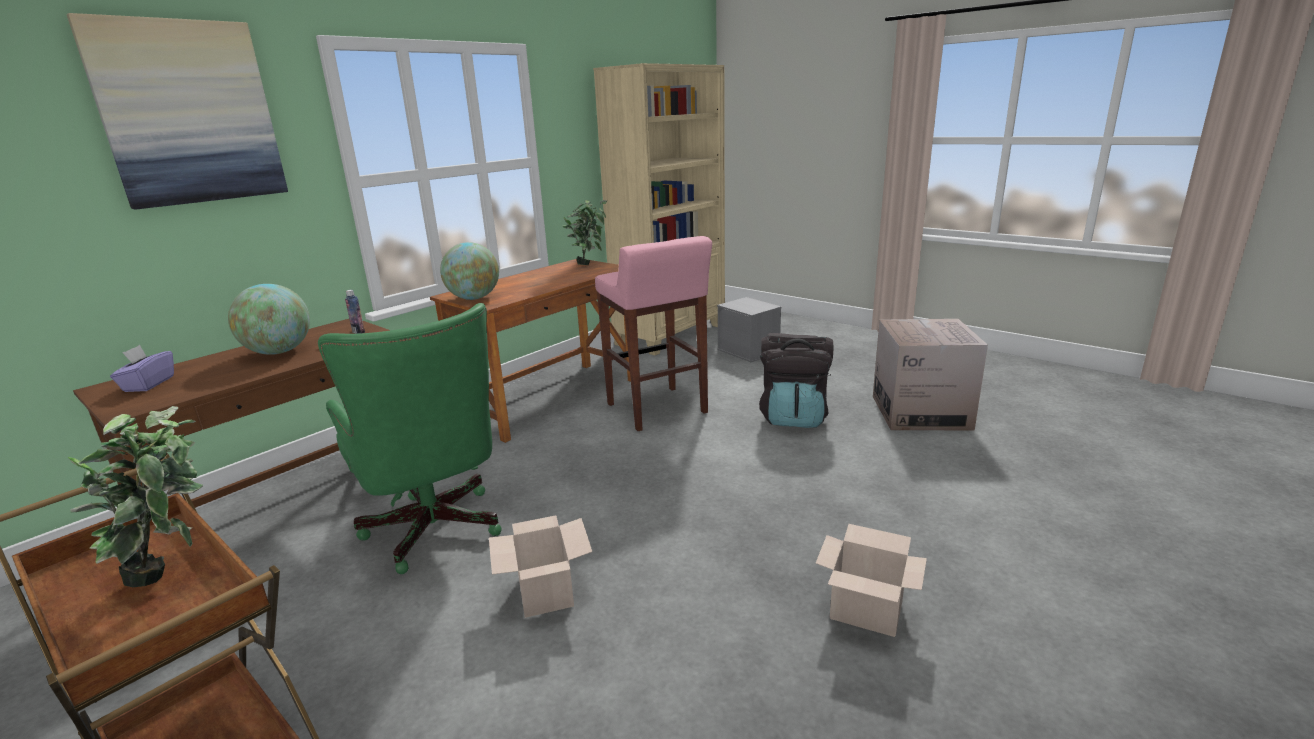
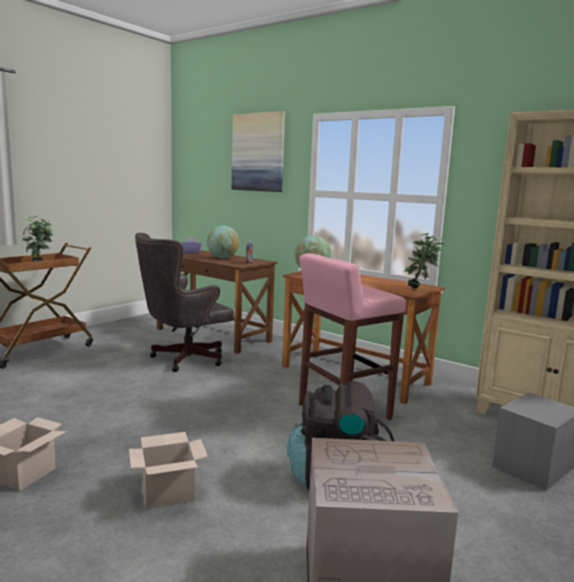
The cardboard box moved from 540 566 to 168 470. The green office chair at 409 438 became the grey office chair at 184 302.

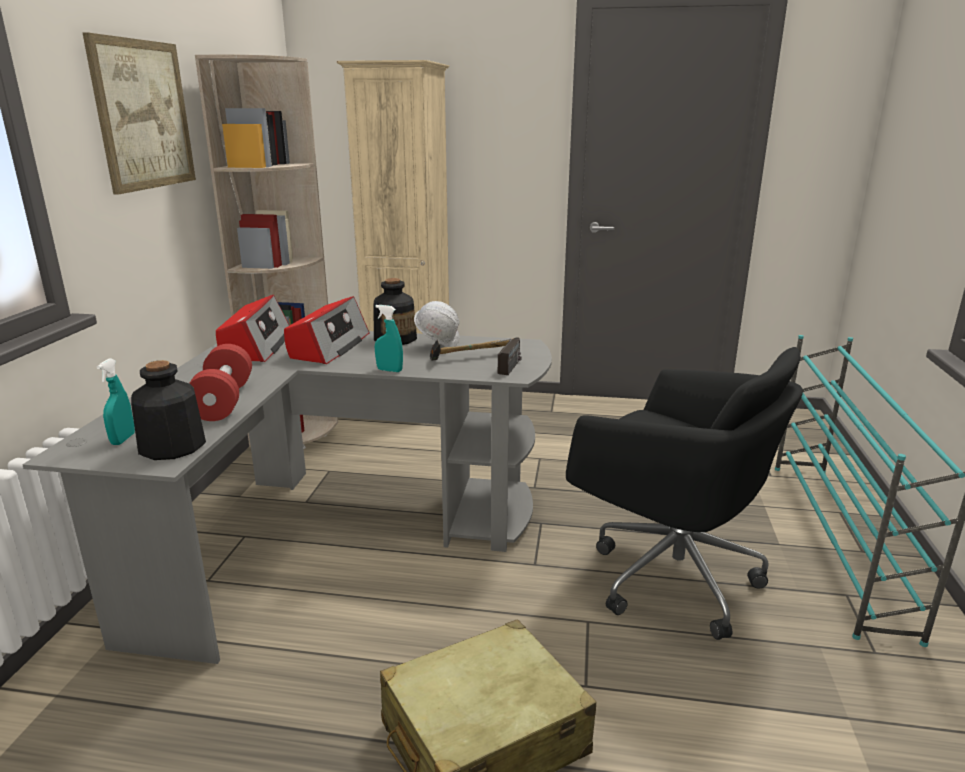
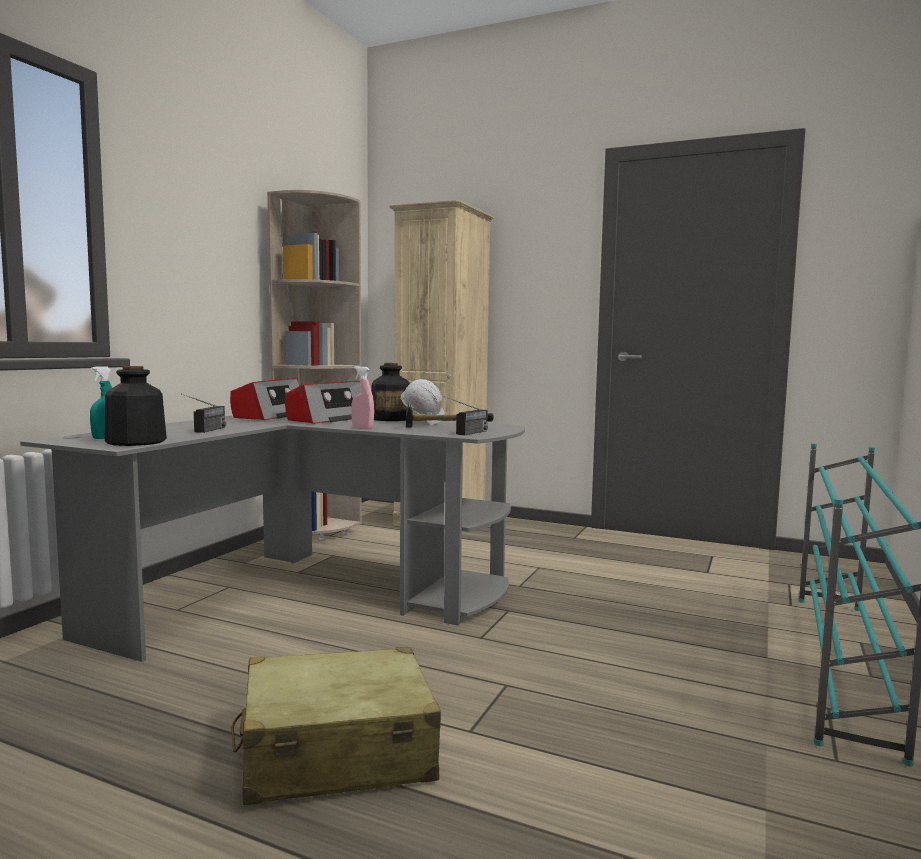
The red dumbbell at 221 382 was replaced by the radio at 203 413. The turquoise spray bottle at 389 338 became the pink spray bottle at 362 398. The picture at 139 113 disappeared. The black office chair at 684 493 disappeared.

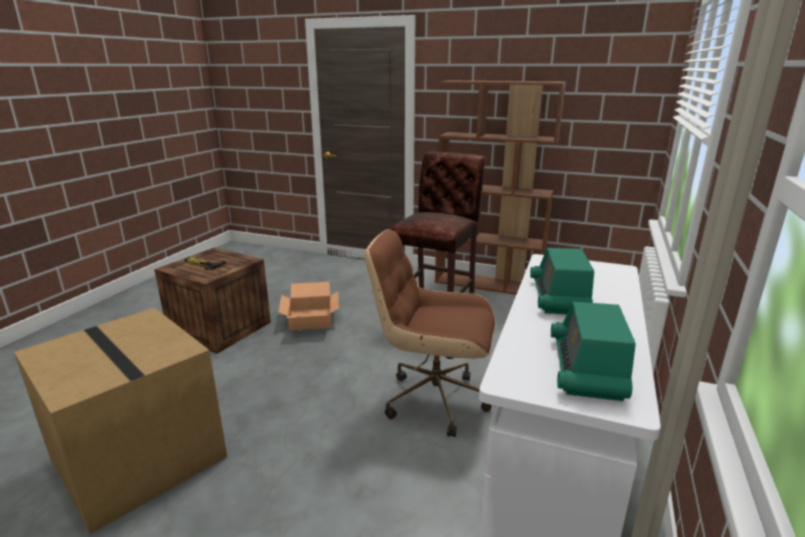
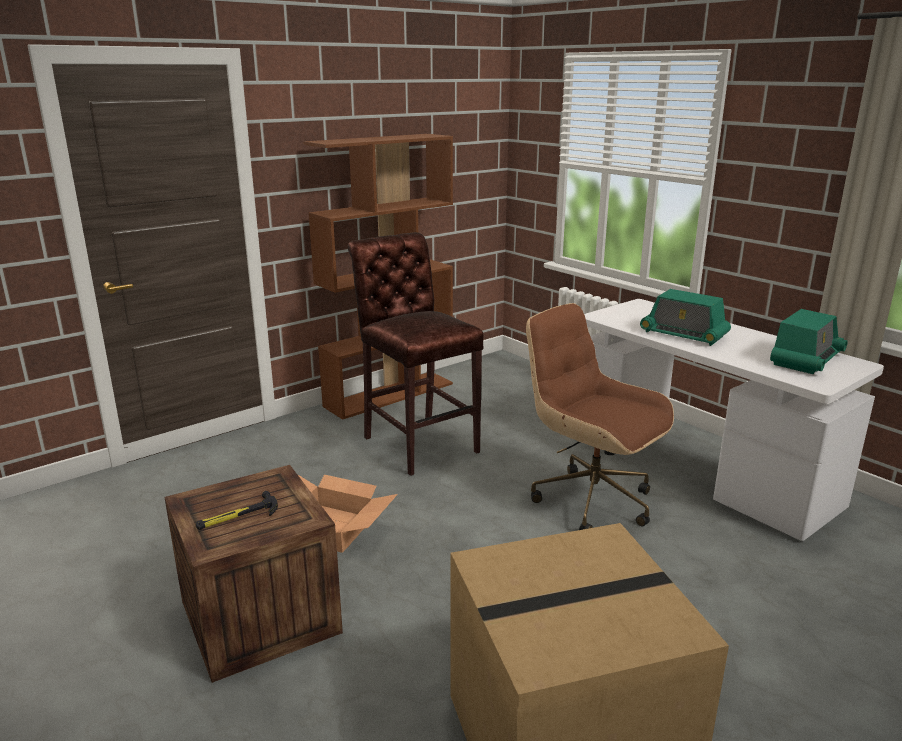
The brown office chair at 430 333 turned 90 degrees clockwise. The radio at 593 351 turned 90 degrees counterclockwise.

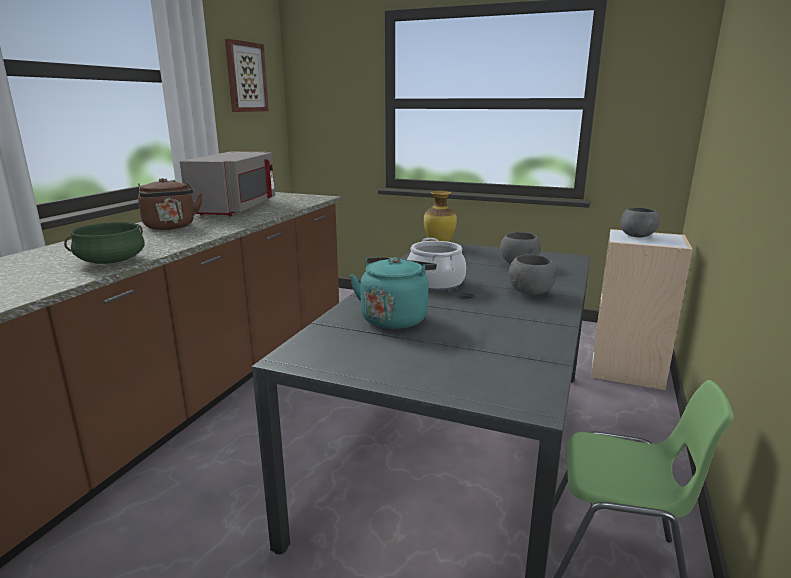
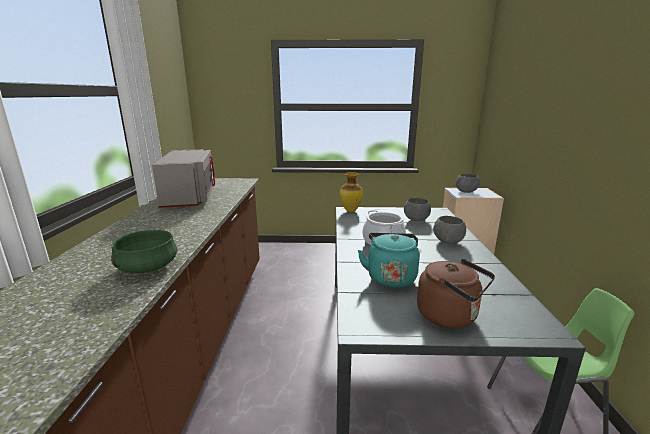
The brown kettle moved from 170 204 to 456 294. The picture at 247 75 disappeared.

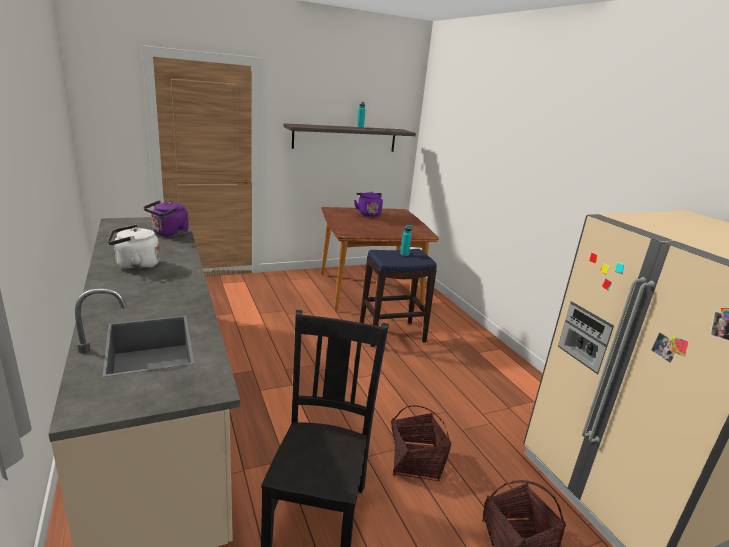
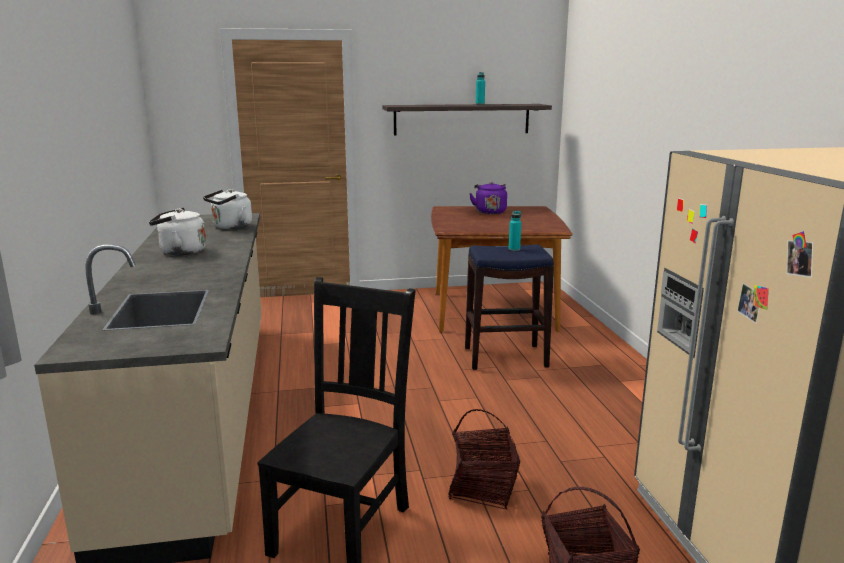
The purple kettle at 166 218 became the white kettle at 227 209.

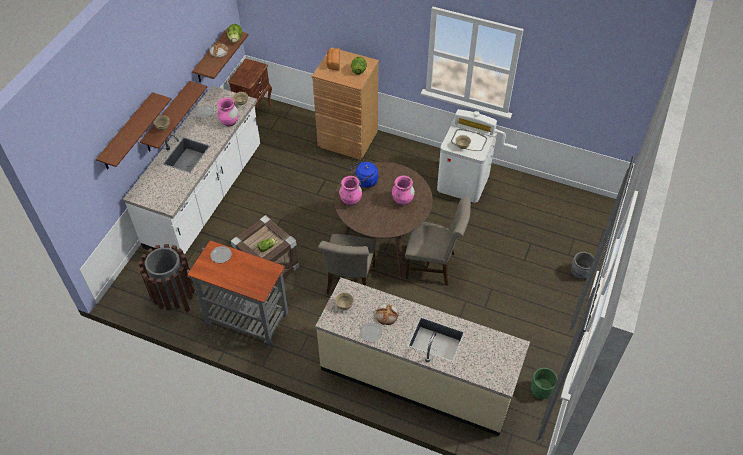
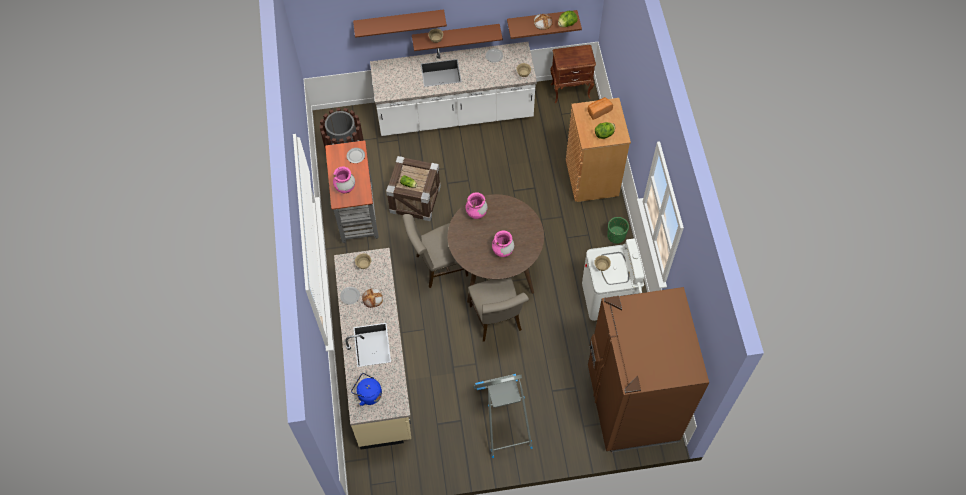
The pink vase moved from 228 112 to 344 180. The blue kettle moved from 364 174 to 366 389. The grey step ladder at 503 416 appeared. The brown fridge at 648 369 appeared. The green planter moved from 544 383 to 618 230. The grey planter at 582 265 disappeared.

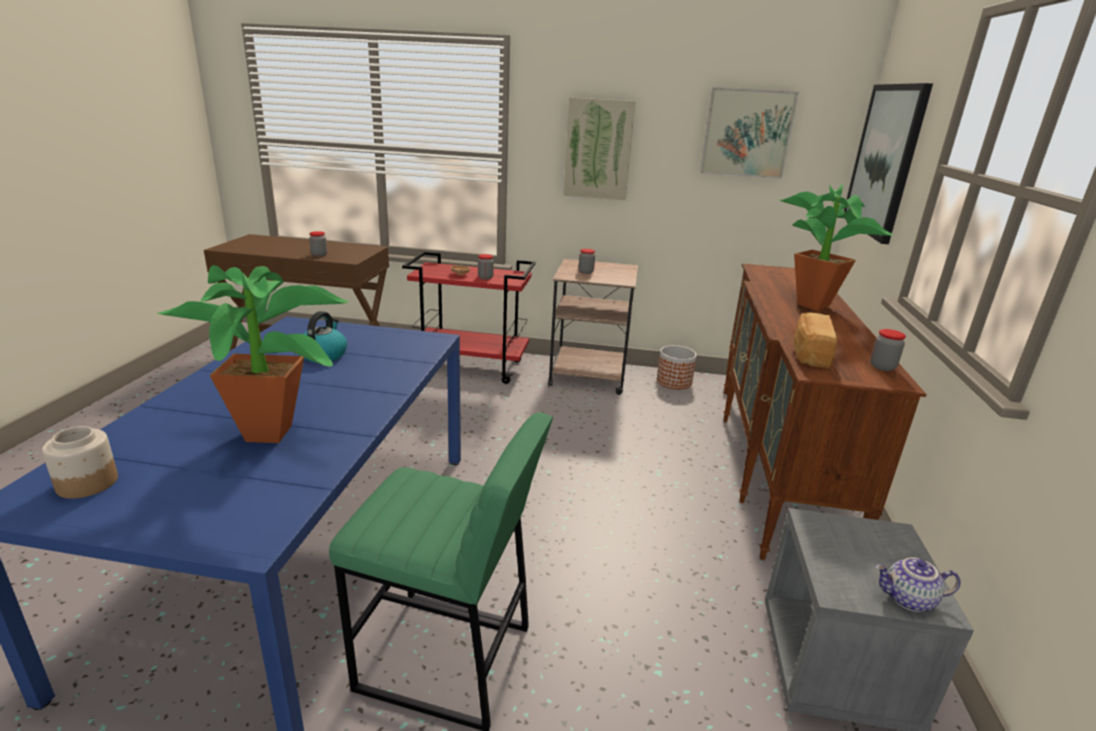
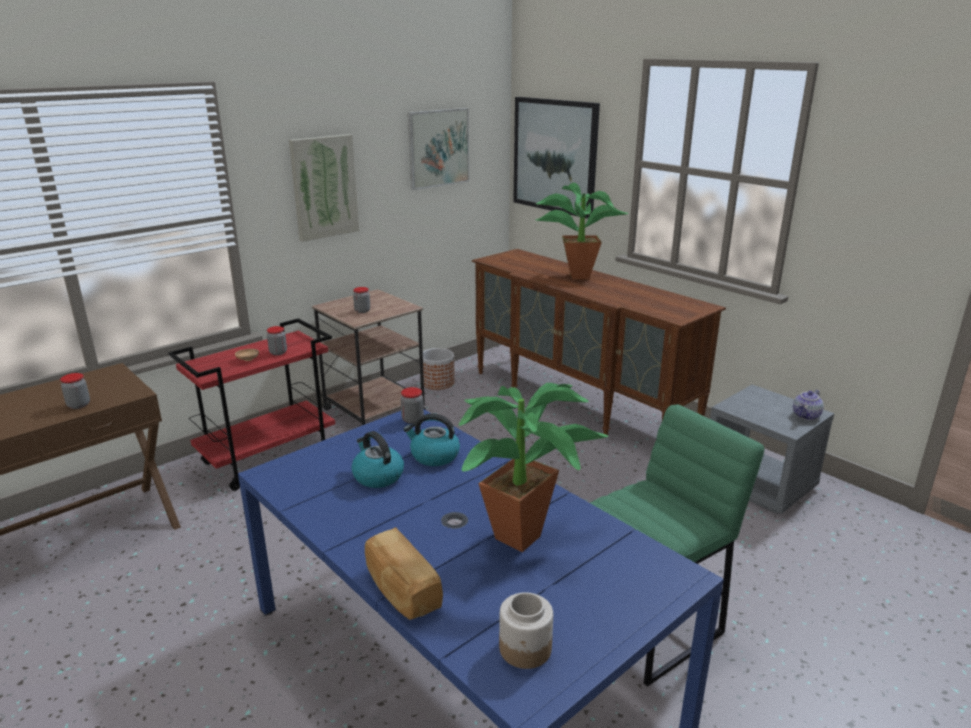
The bread moved from 815 340 to 404 573. The jar moved from 888 350 to 412 405. The kettle at 432 439 appeared.

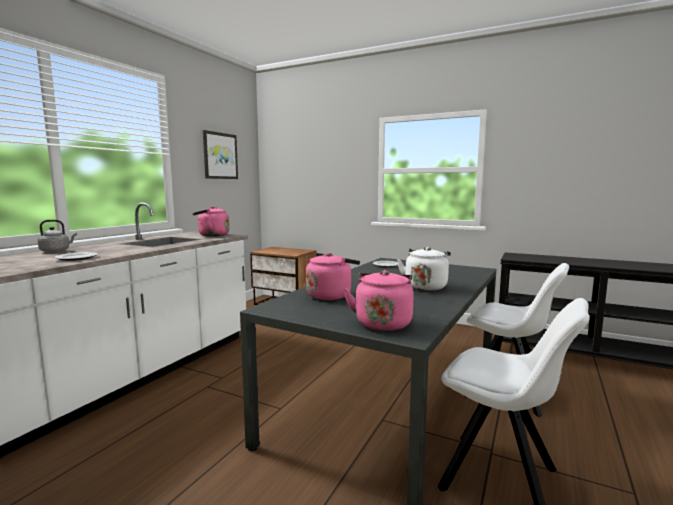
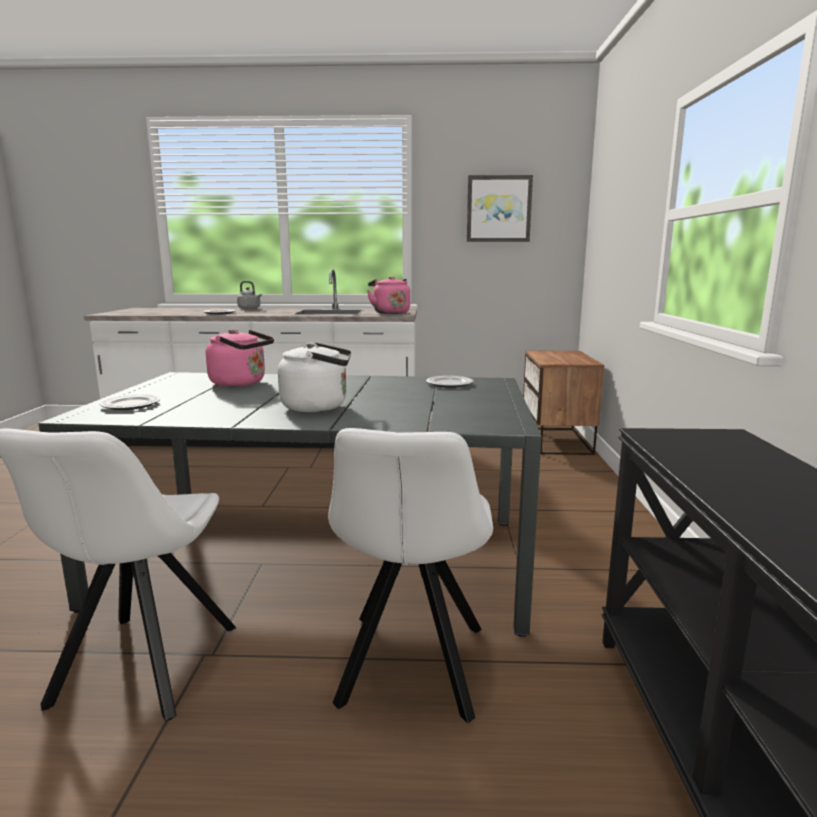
The pink kettle at 378 300 was replaced by the plate at 130 402.

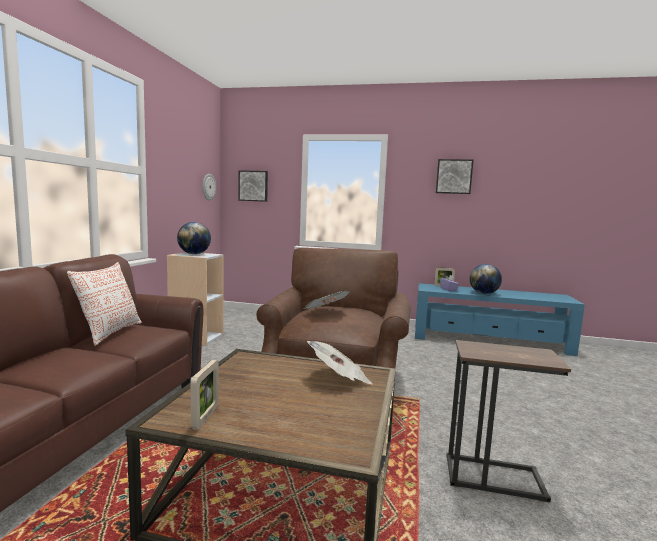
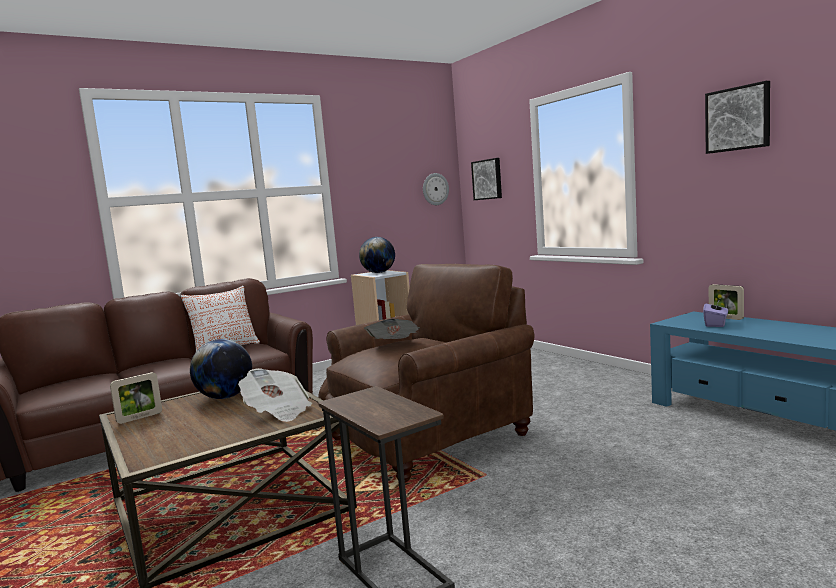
The globe moved from 486 279 to 221 369.

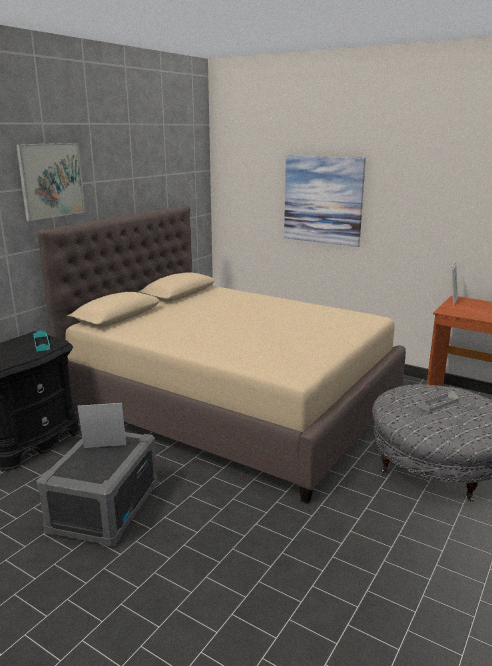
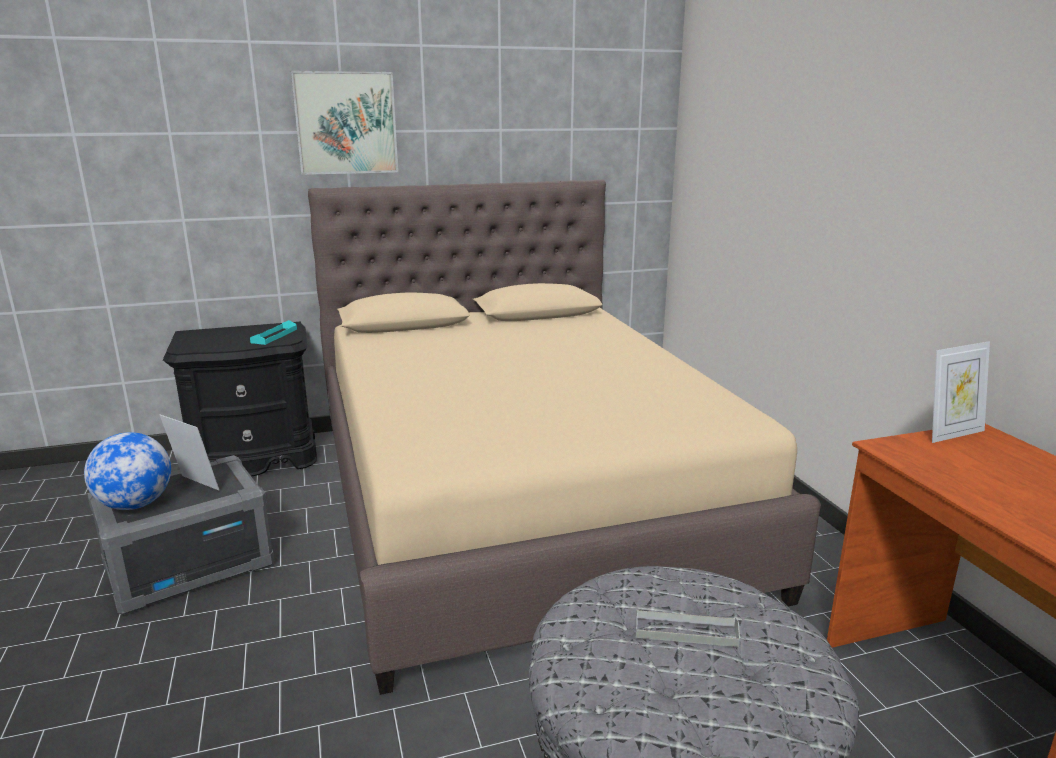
The globe at 127 471 appeared. The picture at 325 201 disappeared.

